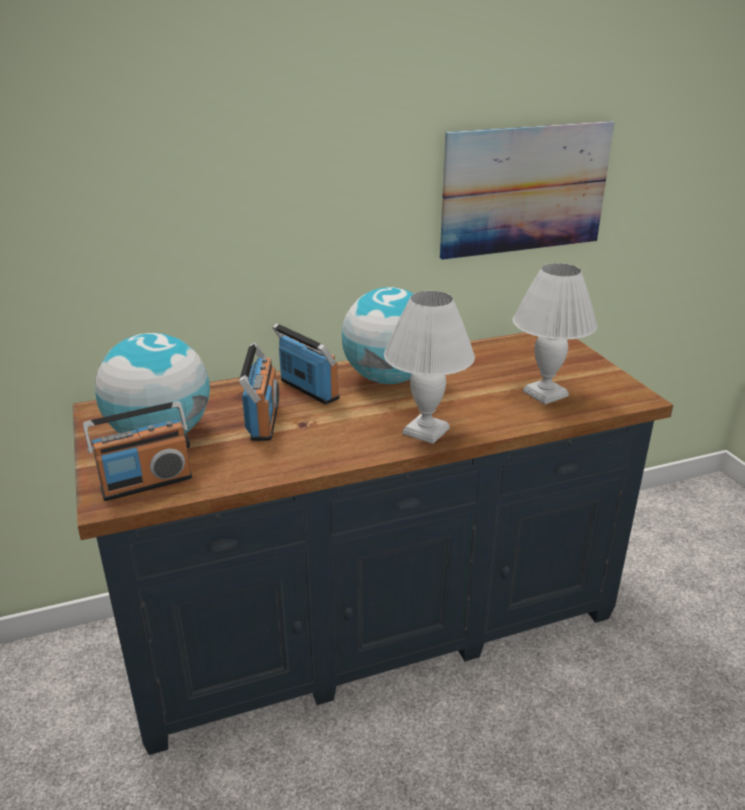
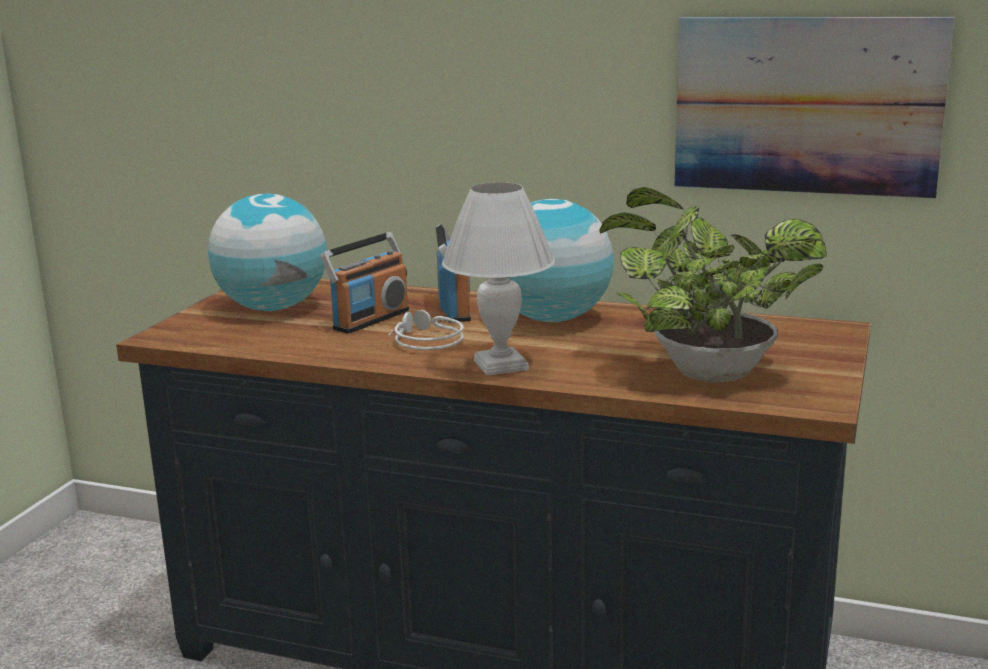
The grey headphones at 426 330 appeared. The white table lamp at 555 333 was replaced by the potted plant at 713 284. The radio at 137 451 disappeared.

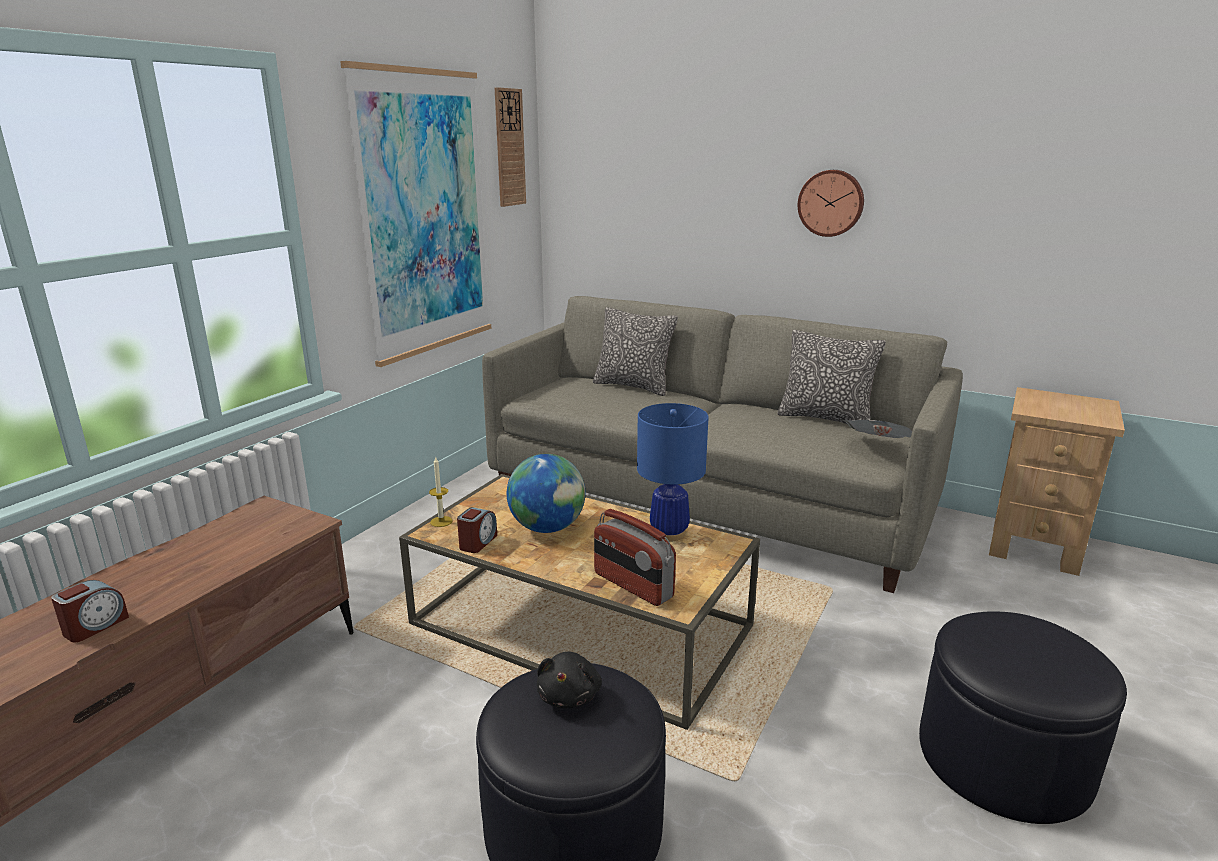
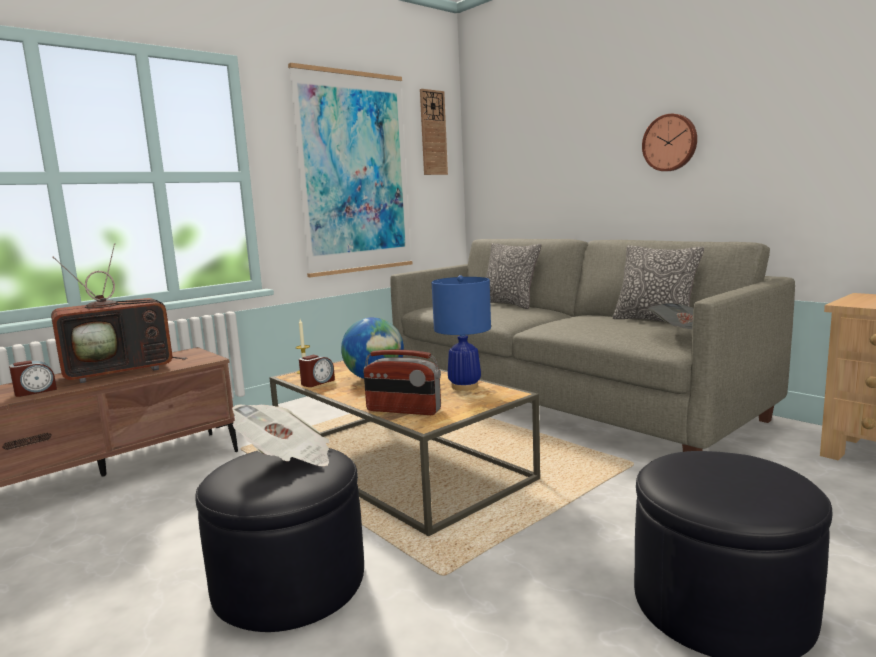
The television at 119 313 appeared. The black plush toy at 569 680 was replaced by the newspaper at 281 435. The radio at 635 557 turned 45 degrees counterclockwise.

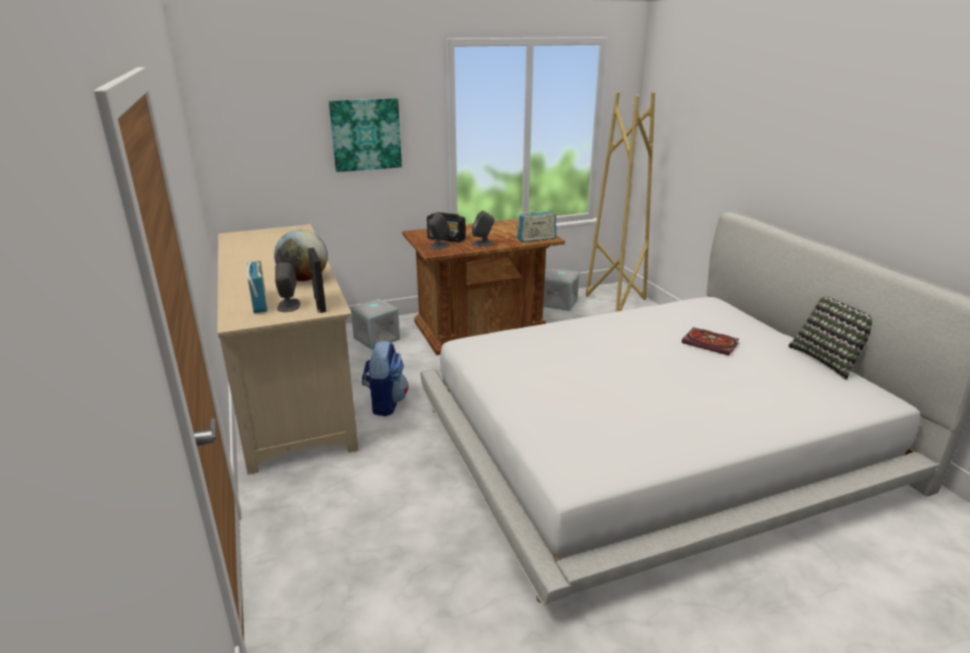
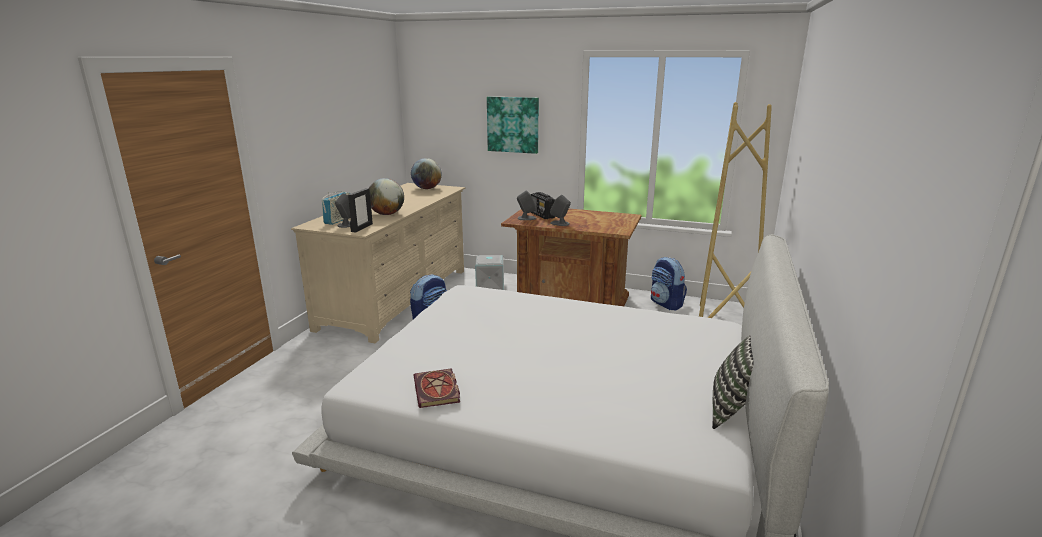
The globe at 426 173 appeared. The book moved from 710 341 to 437 388. The grey storage box at 561 289 was replaced by the backpack at 669 283. The radio at 536 225 disappeared.

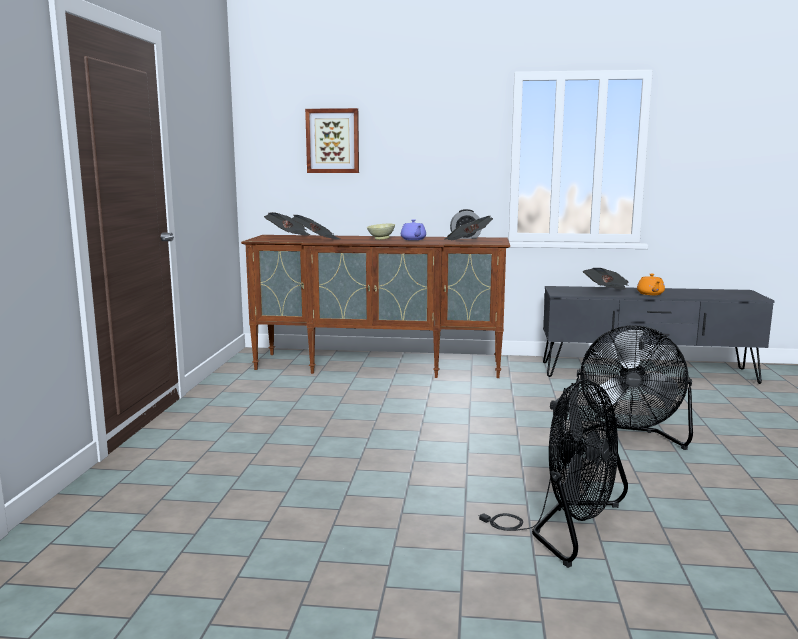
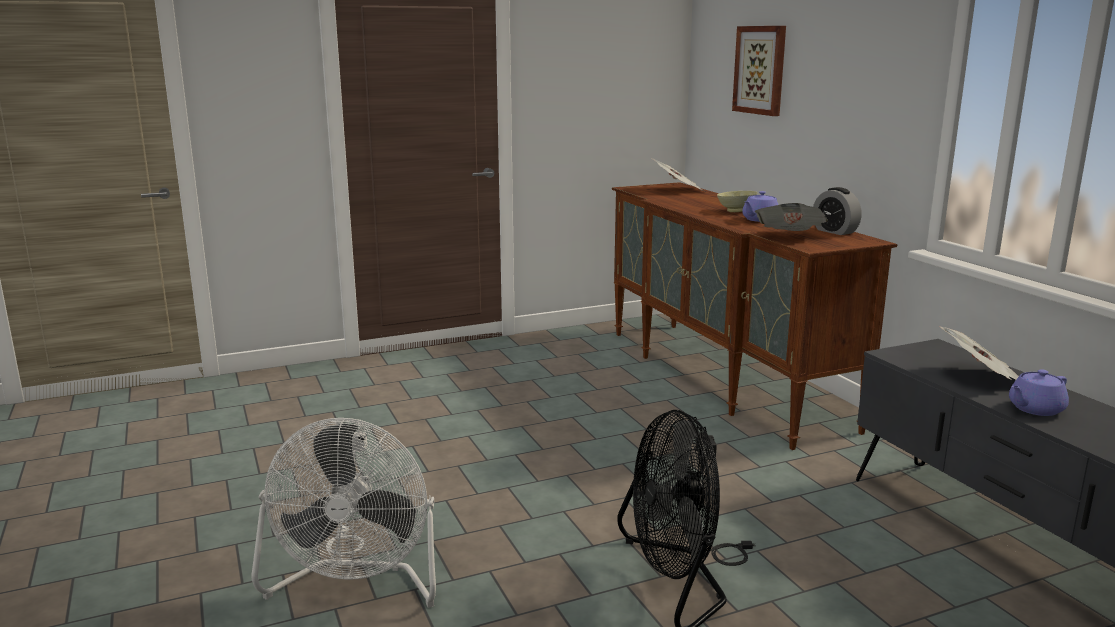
The black fan at 553 474 became the white fan at 343 513. The orange teapot at 651 284 became the purple teapot at 1039 392. The newspaper at 316 227 disappeared.

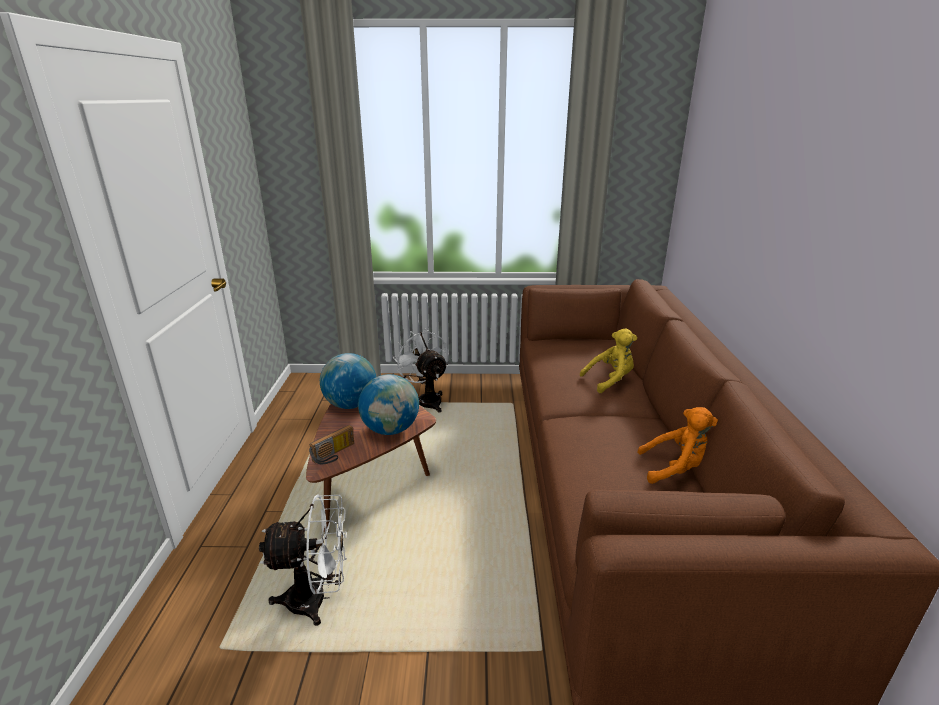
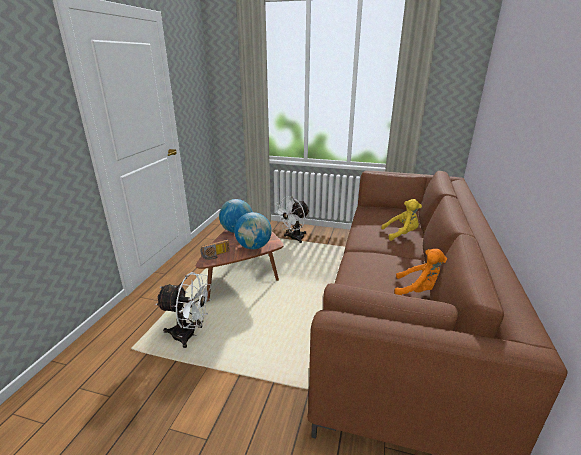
The white fan at 420 370 turned 120 degrees counterclockwise.

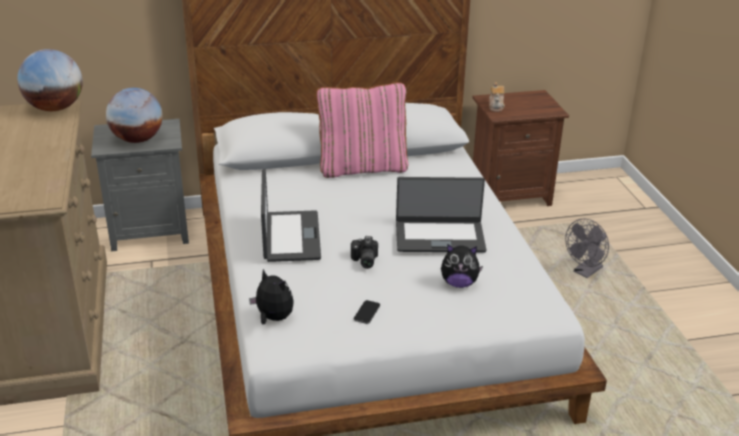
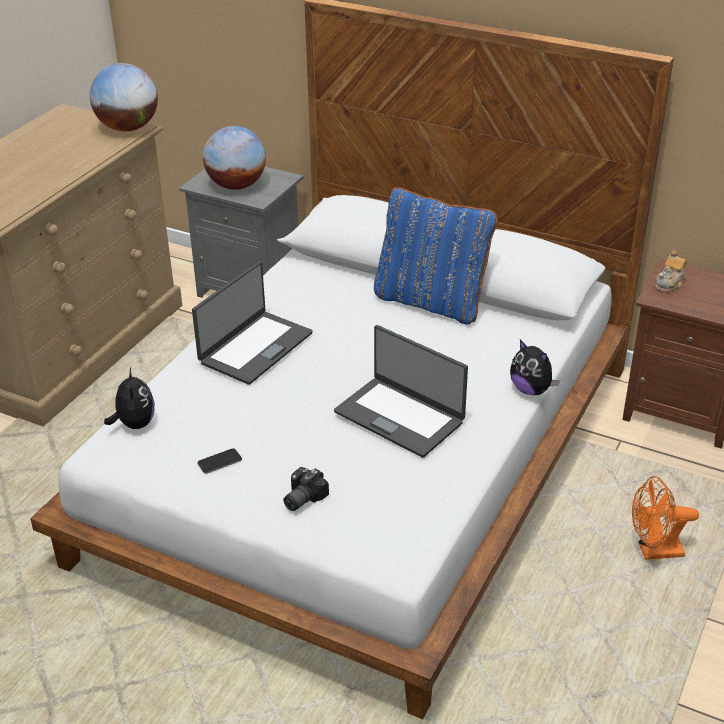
The photo camera moved from 364 252 to 306 489. The pink pillow at 362 130 became the blue pillow at 436 256. The plush toy moved from 462 266 to 535 367. The grey fan at 587 248 became the orange fan at 665 518.

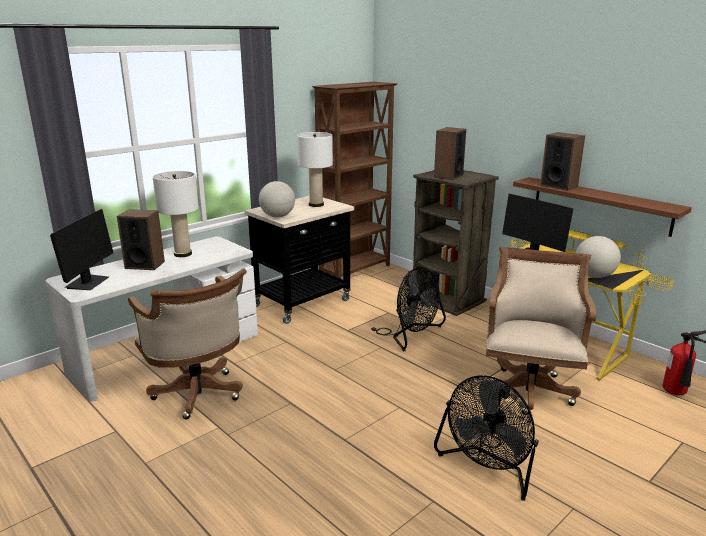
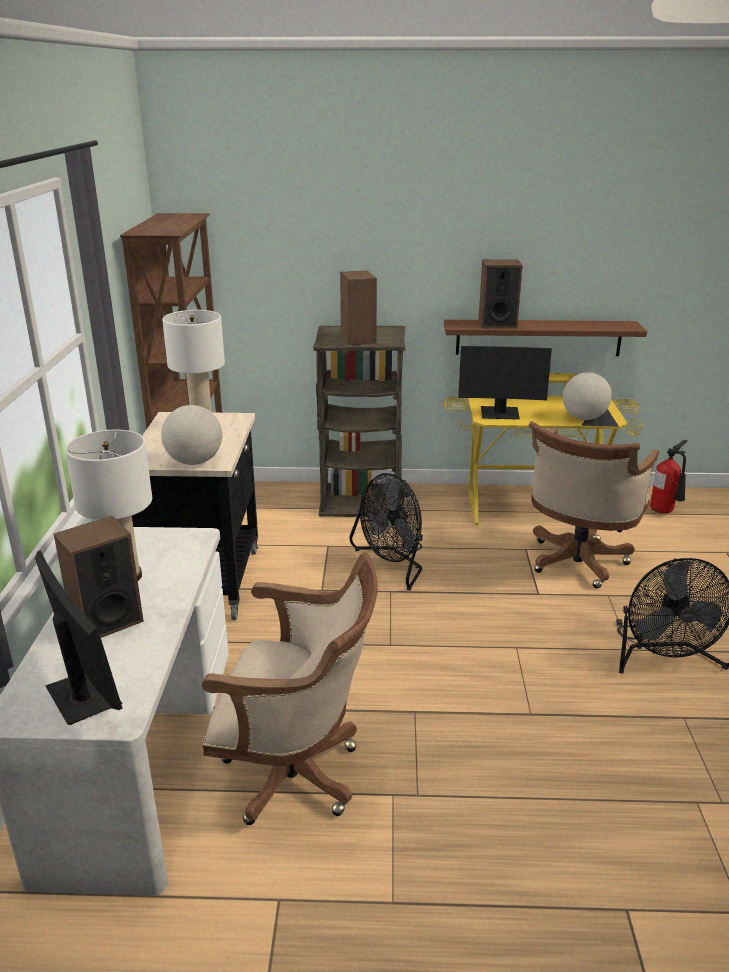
The black fan at 408 309 turned 150 degrees clockwise. The office chair at 541 331 turned 120 degrees counterclockwise.

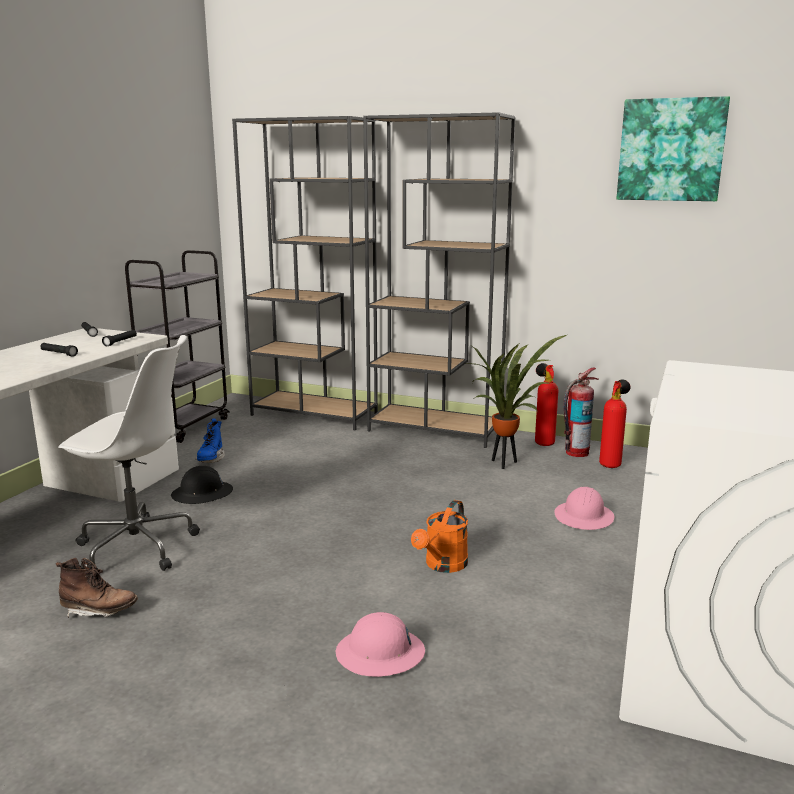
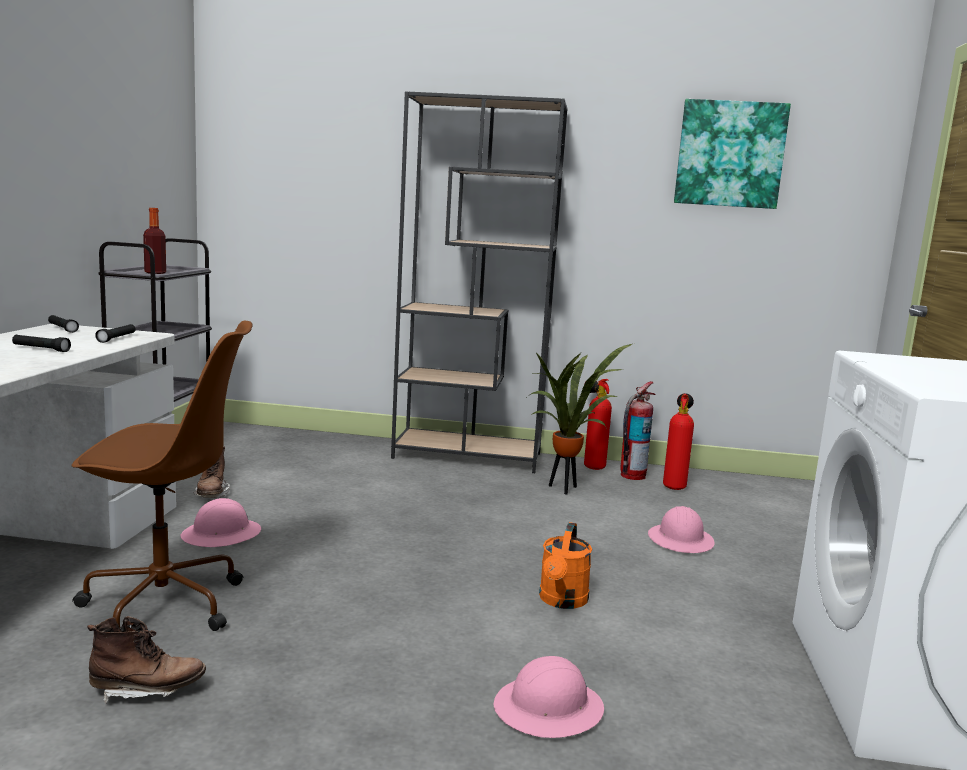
The white office chair at 129 453 became the brown office chair at 162 476. The bottle at 154 241 appeared. The black hard hat at 202 485 became the pink hard hat at 220 522. The blue boot at 210 440 became the brown boot at 212 472. The bookcase at 305 273 disappeared.

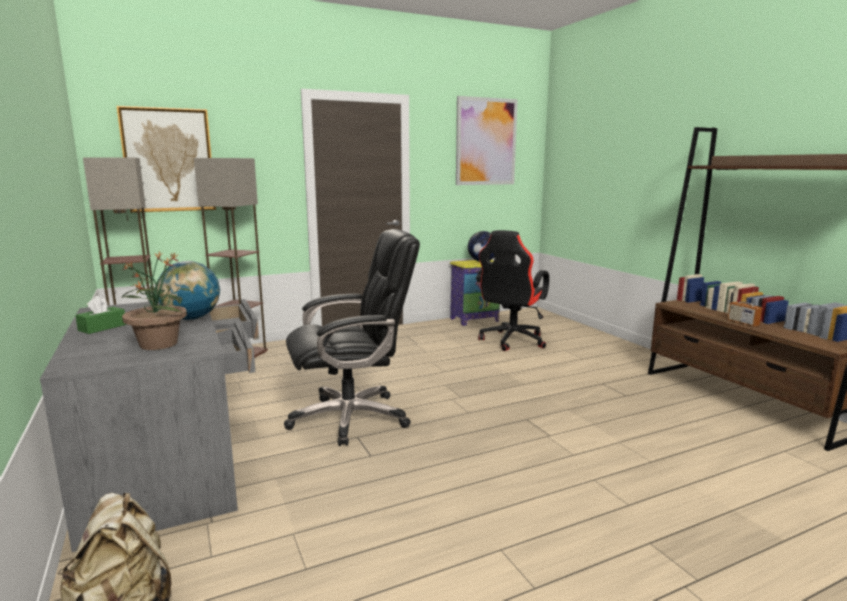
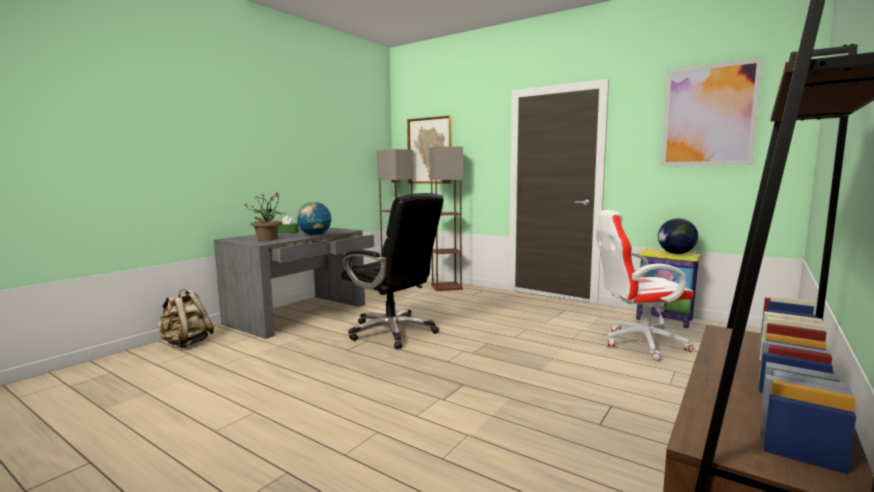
The black office chair at 512 290 became the white office chair at 645 285. The radio at 744 306 disappeared.

